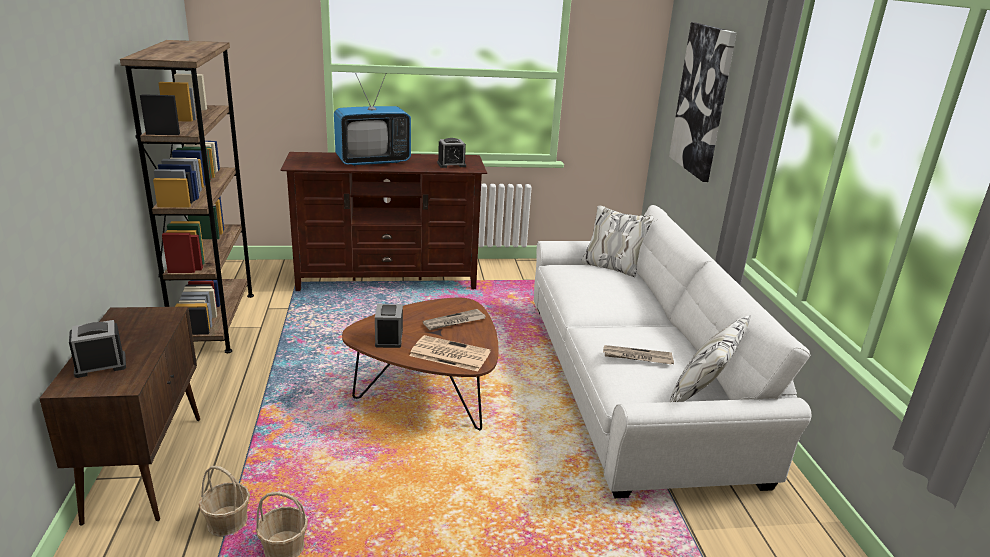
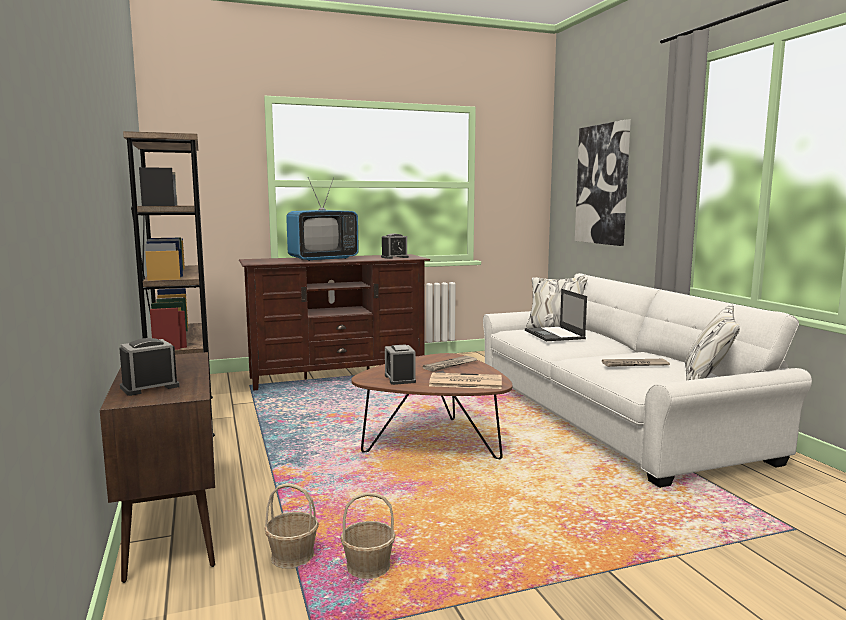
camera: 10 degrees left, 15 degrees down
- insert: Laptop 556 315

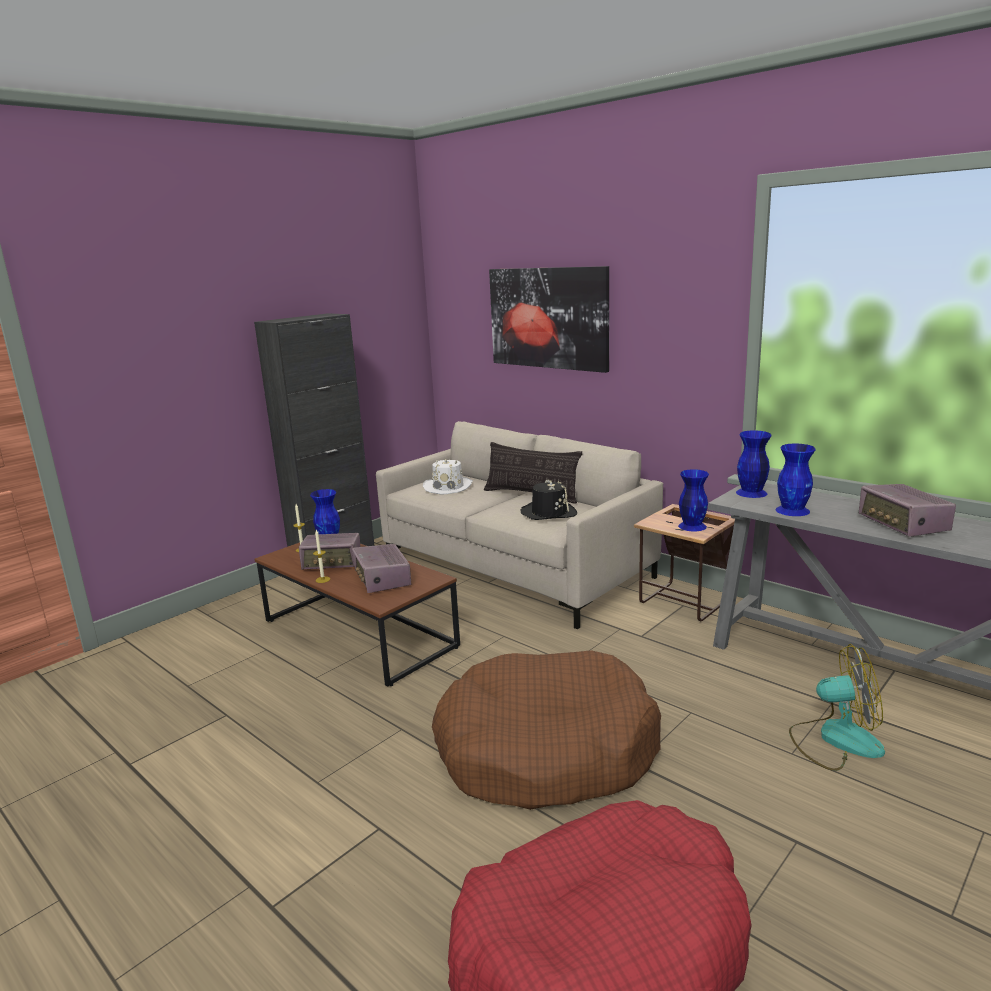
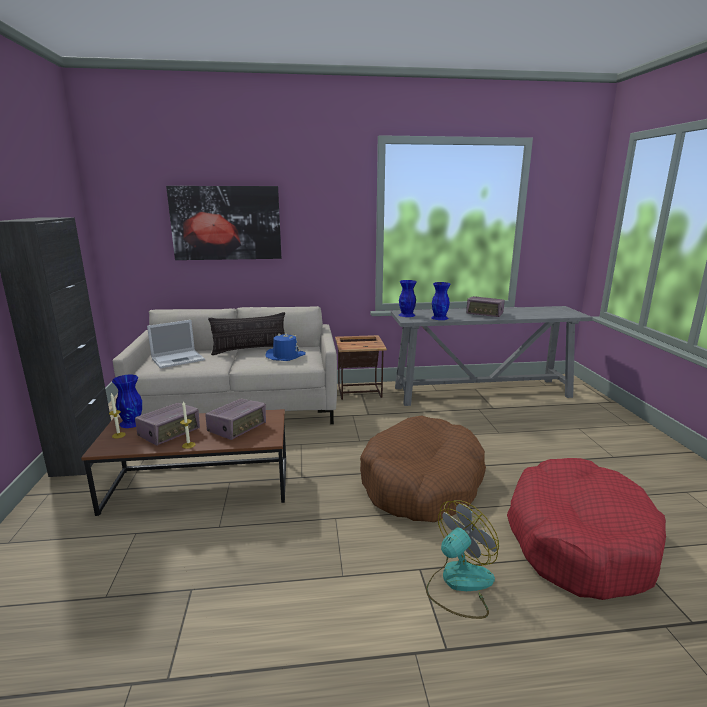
camera: 50 degrees left, 0 degrees up
- replace: Hut/weiß 448 476 to Laptop 176 344
- delete: Vase/blau 693 500
- recolor: Hut/schwarz 548 500 to Hut/blau 285 347
- rotate: Radio 381 568 = 235 419 75 degrees counterclockwise
- move: Ventilator 837 707 to 462 559

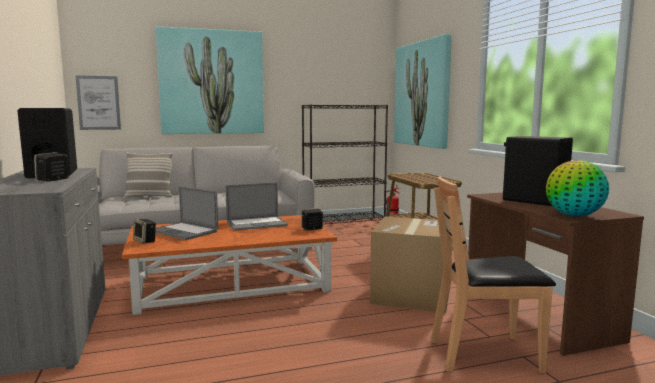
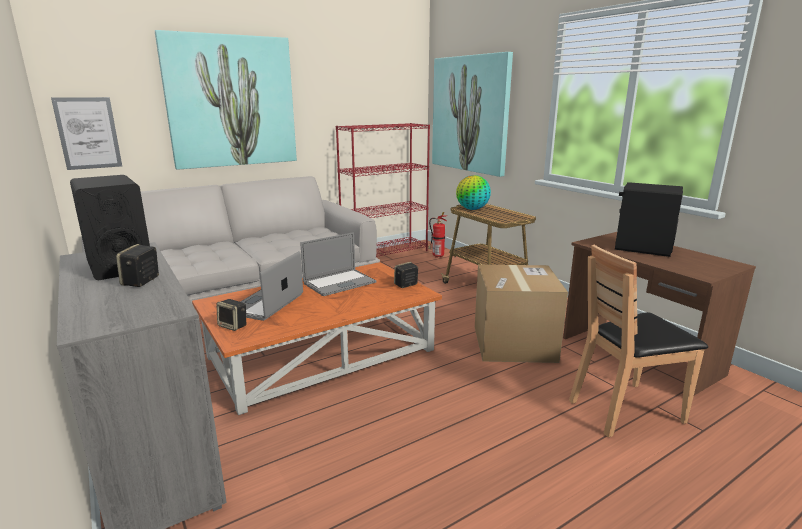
camera: 15 degrees left, 10 degrees up
- recolor: Bücherregal/schwarz 345 164 to Bücherregal/rot 383 190
- delete: Kissen 148 175
- move: Globus 577 188 to 473 192
- rotate: Laptop 186 213 = 272 286 90 degrees clockwise

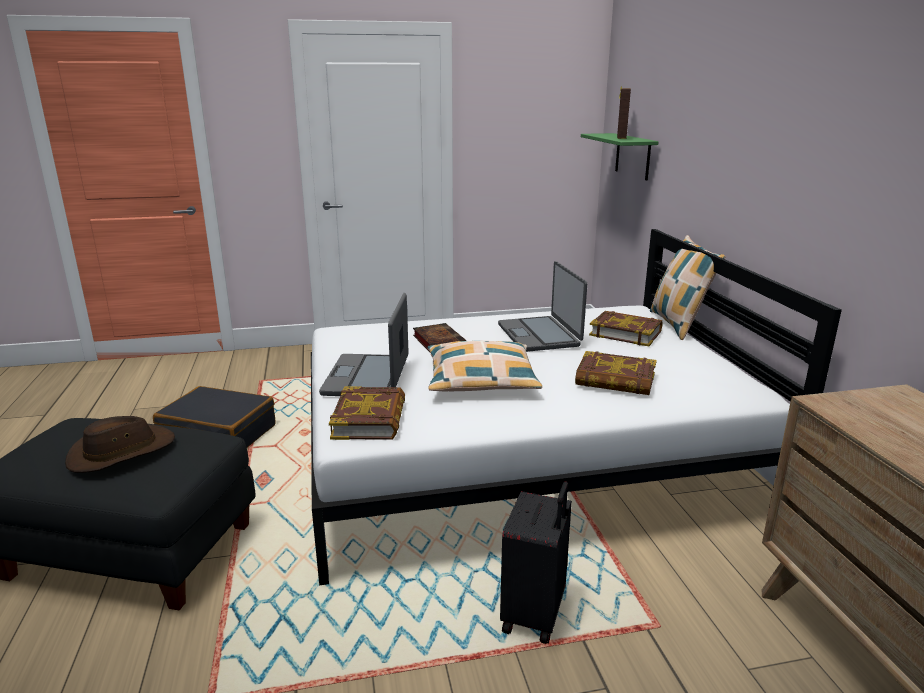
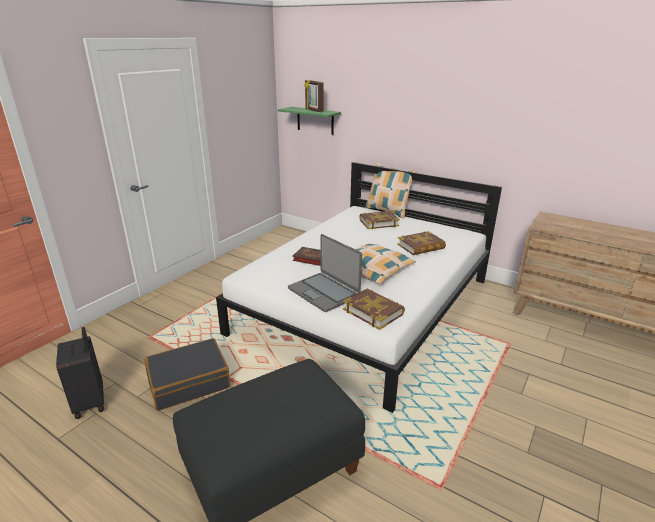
camera: 45 degrees left, 5 degrees up
- delete: Laptop 542 306
- delete: Hut/braun 120 444
- move: Koffer/schwarz 536 563 to 80 373

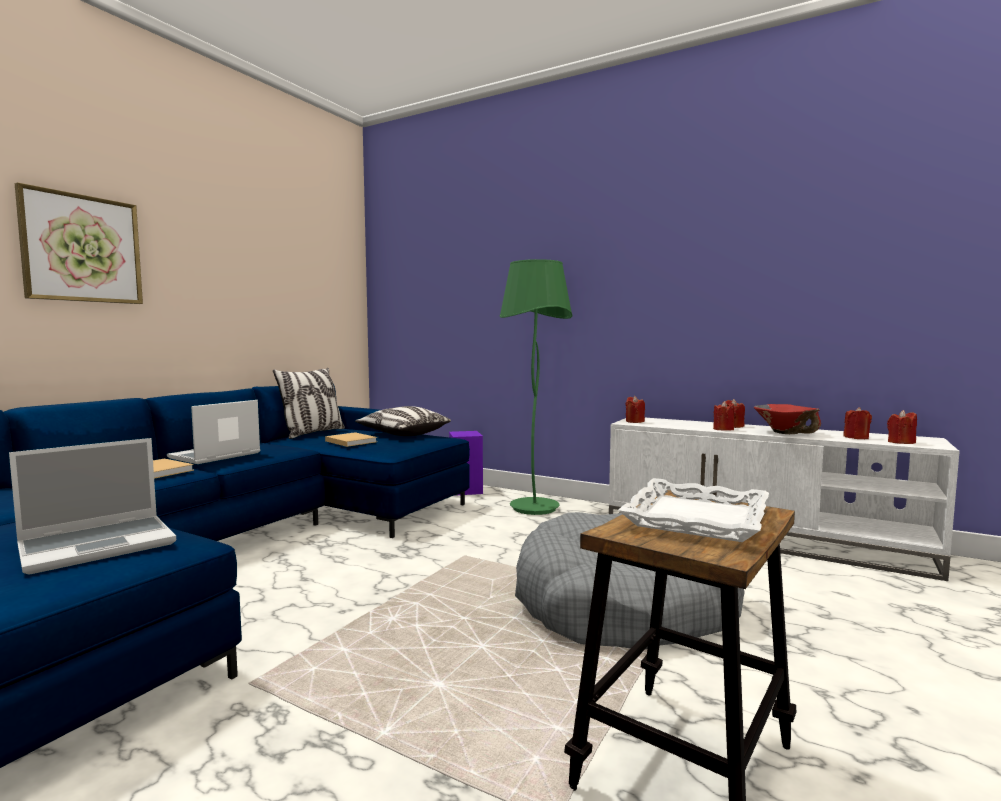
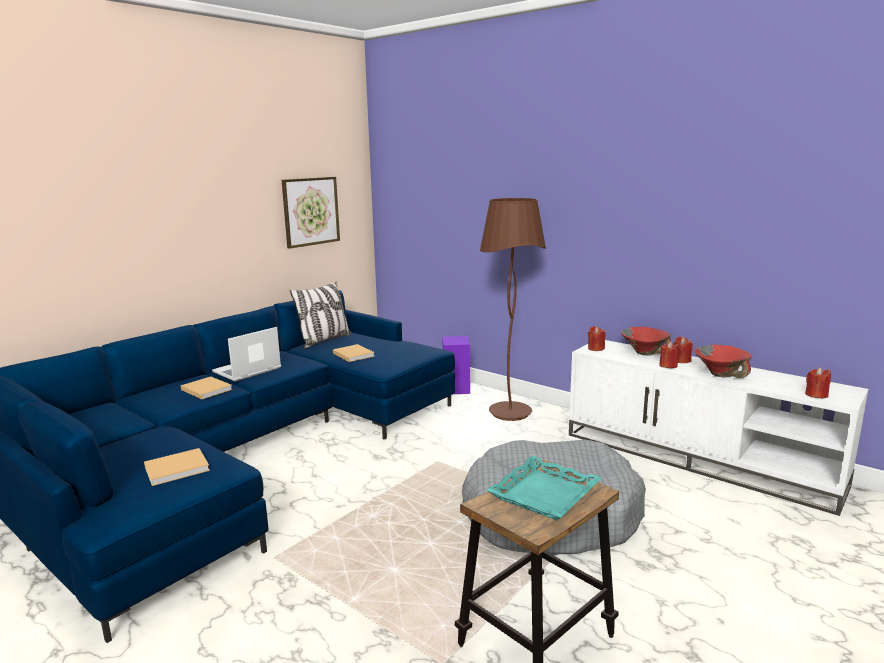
camera: 10 degrees right, 10 degrees up
- move: Bild 79 243 to 311 213
- recolor: Stehlampe/grün 536 387 to Stehlampe/braun 513 309
- delete: Kissen 403 421
- delete: Kerze/rot 857 423
- replace: Laptop 92 506 to Buch/beige 177 467
- recolor: Tablett/weiß 693 510 to Tablett/türkis 544 488
- insert: Schüssel/rot 646 341

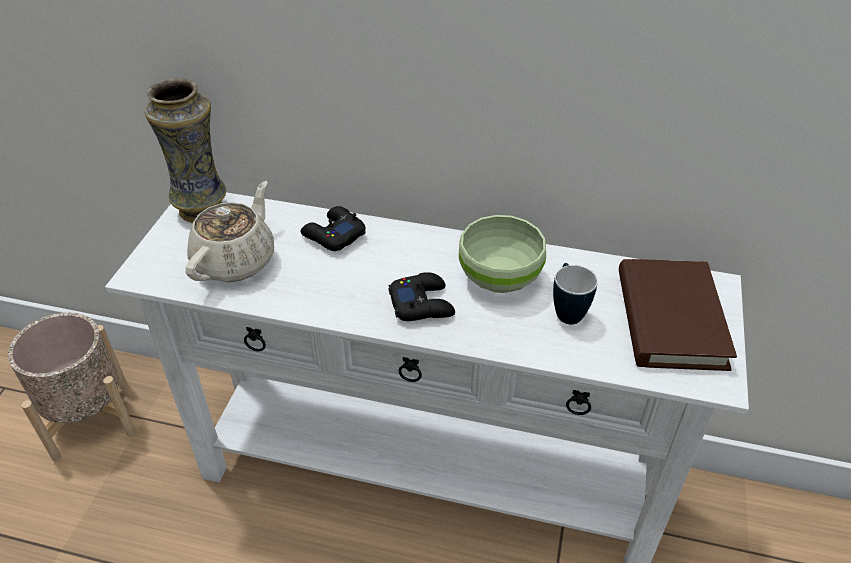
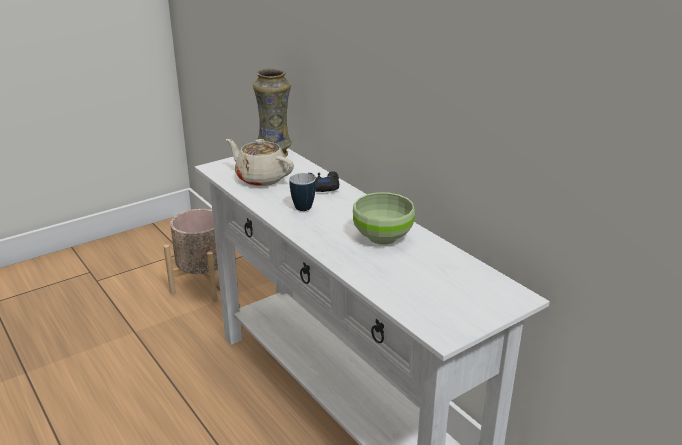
camera: 40 degrees right, 15 degrees down
- rotate: Teekanne/beige 230 231 = 260 162 120 degrees counterclockwise
- delete: Buch/braun 678 315
- move: Henkelbecher 575 294 to 302 192
- delete: Gamepad/schwarz 422 296

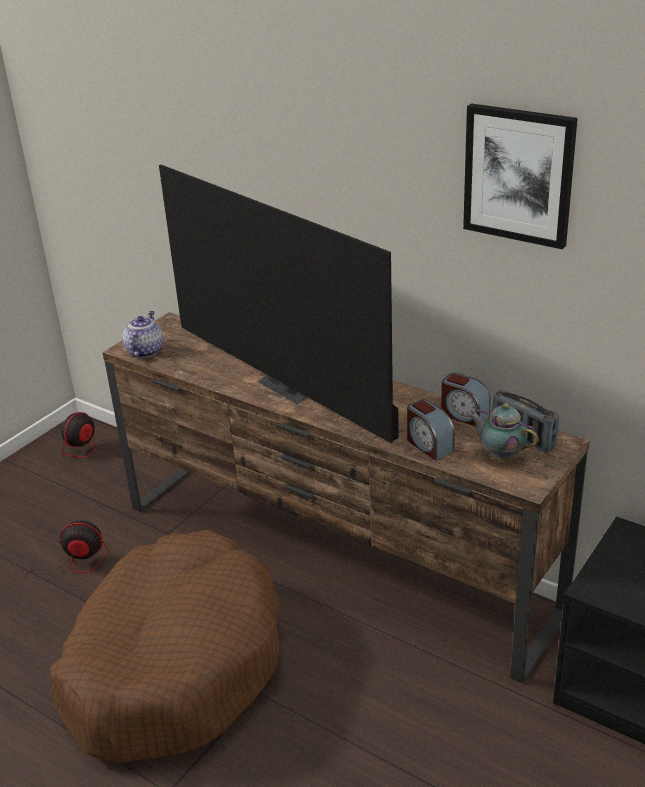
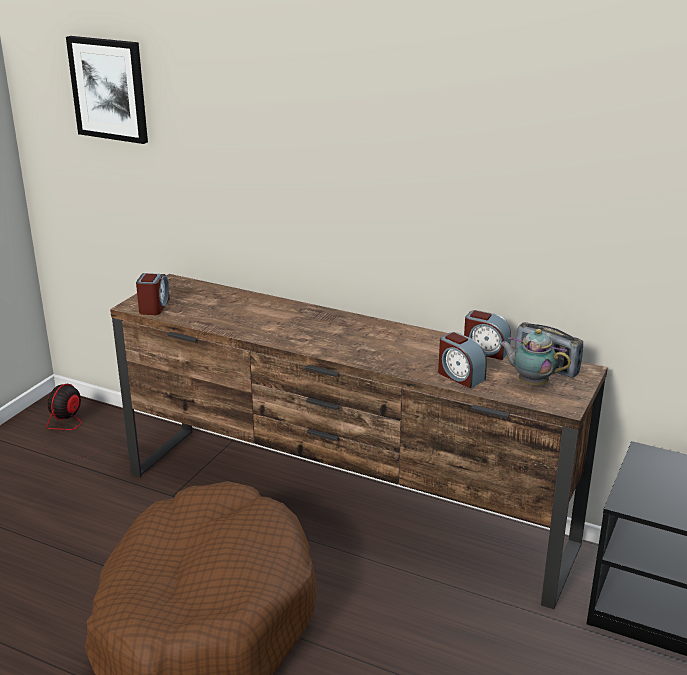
camera: 10 degrees left, 5 degrees down
- move: Bild 520 176 to 107 90
- delete: Fernseher 279 304
- replace: Teekanne 142 334 to Wecker 153 294
- delete: Ventilator 62 577

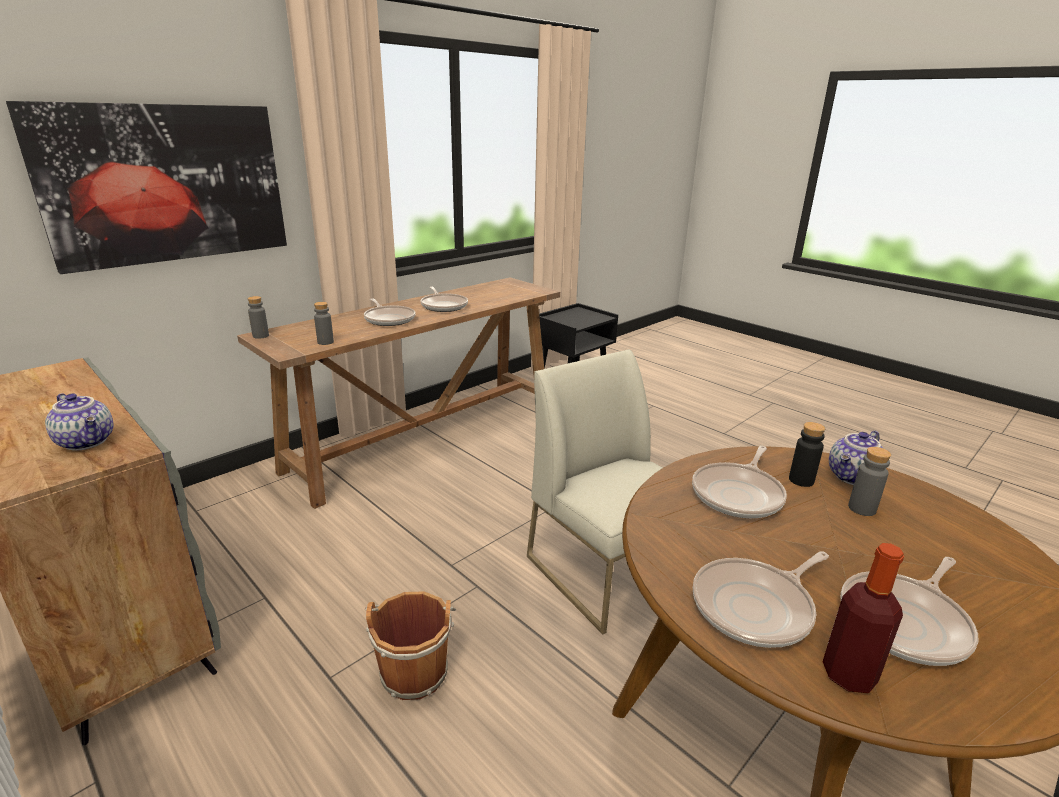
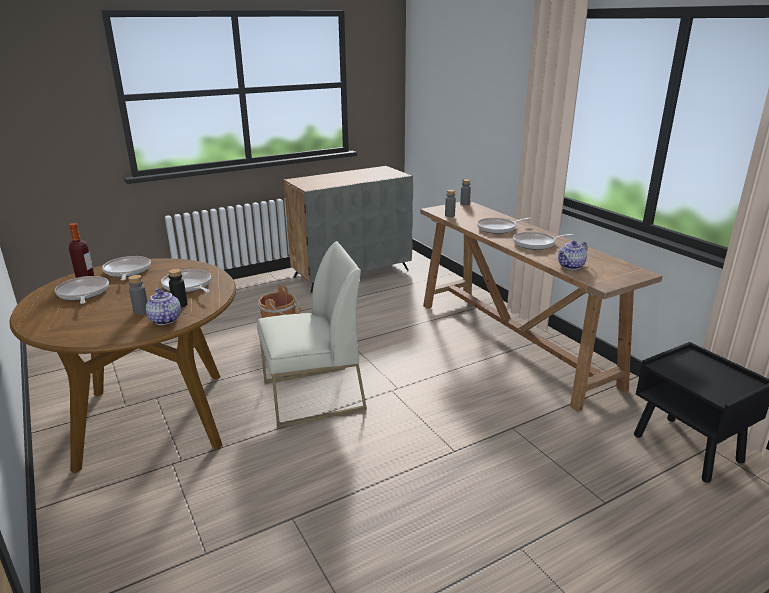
camera: 105 degrees right, 0 degrees up
- delete: Bild 146 187
- move: Teekanne 79 422 to 573 255

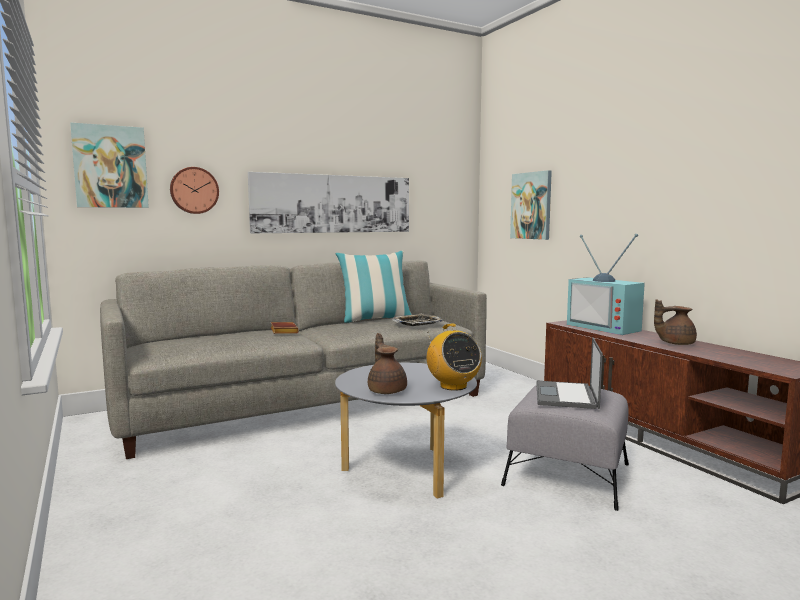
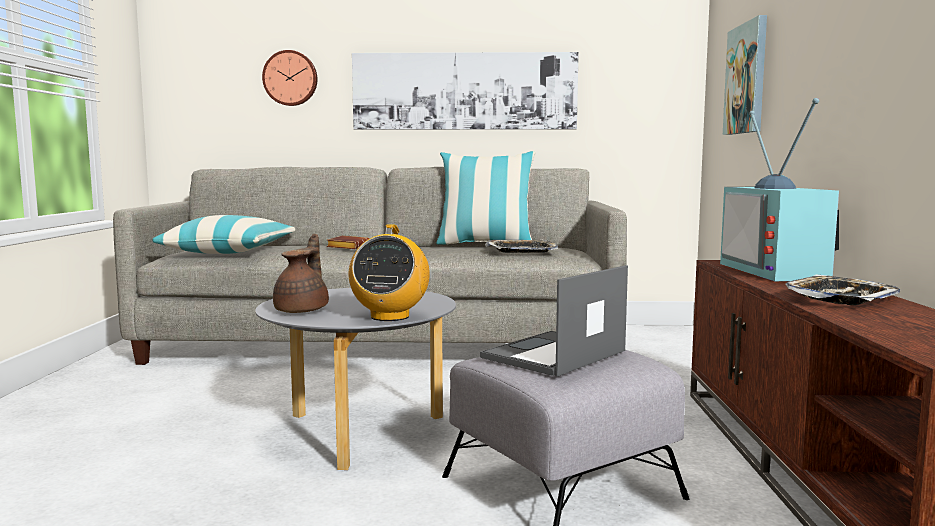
camera: 30 degrees right, 0 degrees up
- delete: Bild 109 165
- replace: Teekanne/braun 675 322 to Tablett 842 290
- insert: Kissen 223 234

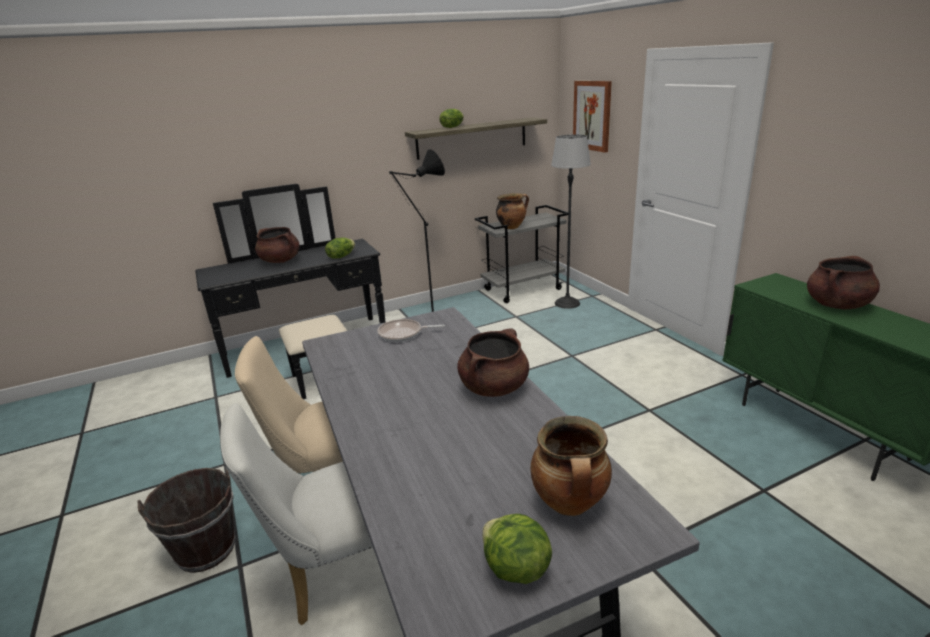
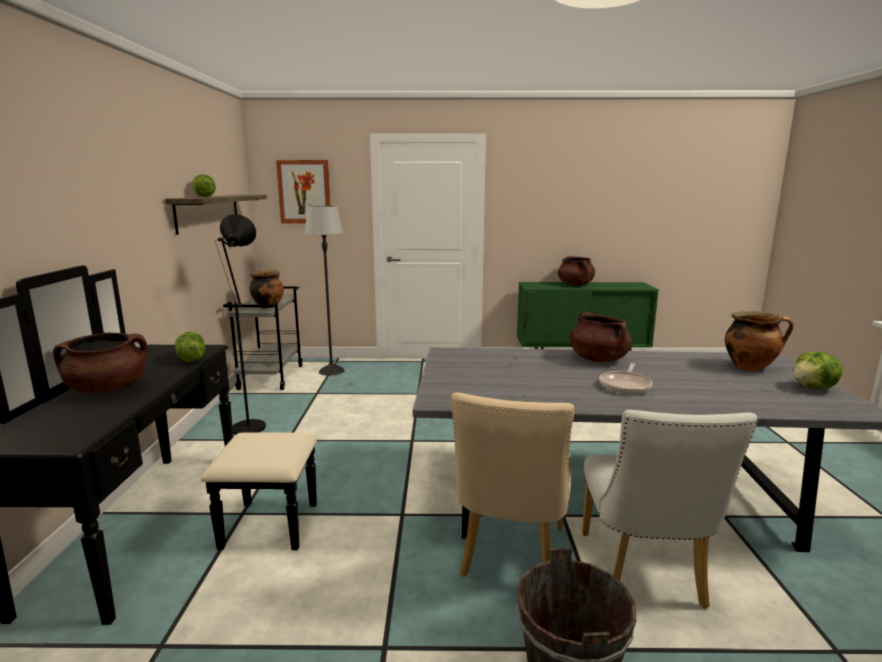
camera: 65 degrees left, 10 degrees down
- move: Pfanne 411 330 to 626 378

